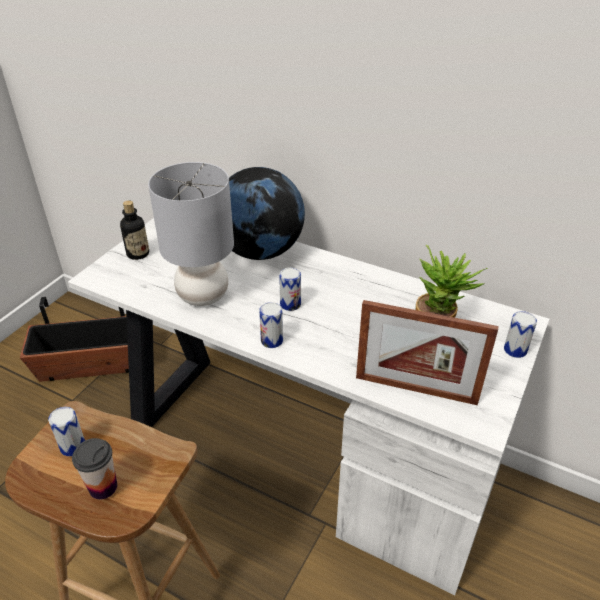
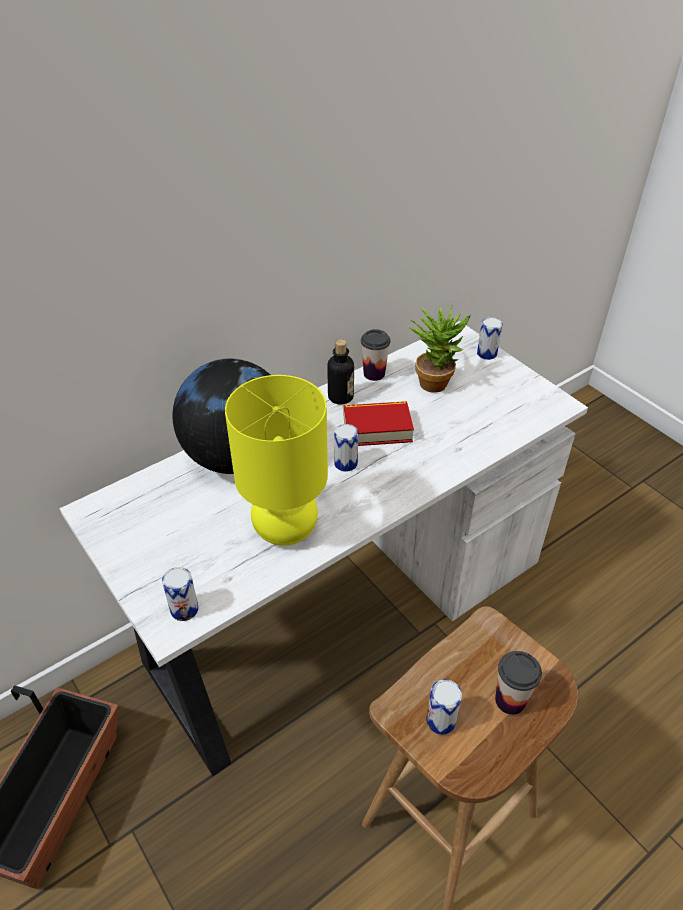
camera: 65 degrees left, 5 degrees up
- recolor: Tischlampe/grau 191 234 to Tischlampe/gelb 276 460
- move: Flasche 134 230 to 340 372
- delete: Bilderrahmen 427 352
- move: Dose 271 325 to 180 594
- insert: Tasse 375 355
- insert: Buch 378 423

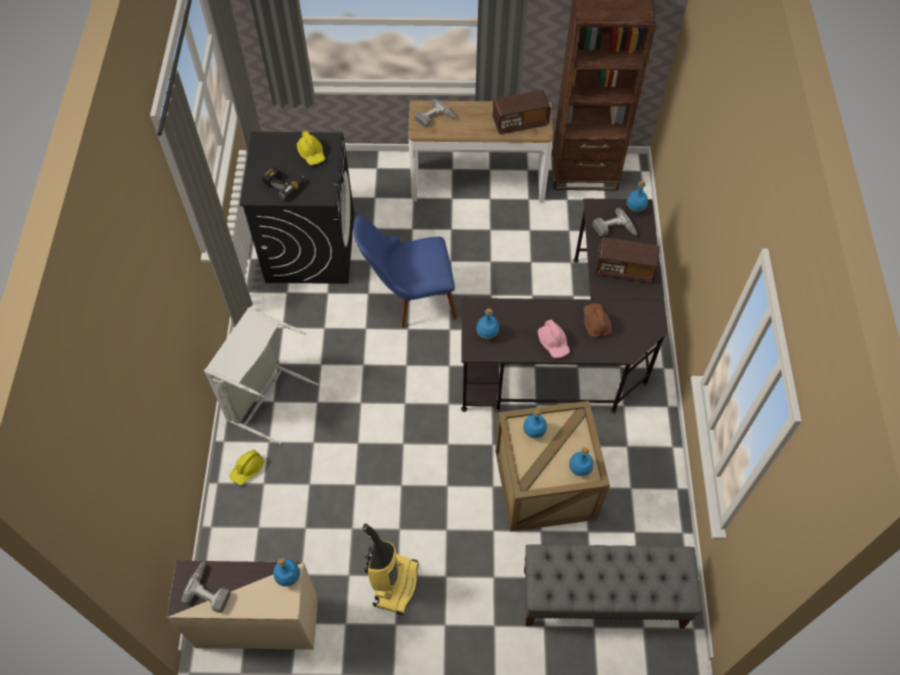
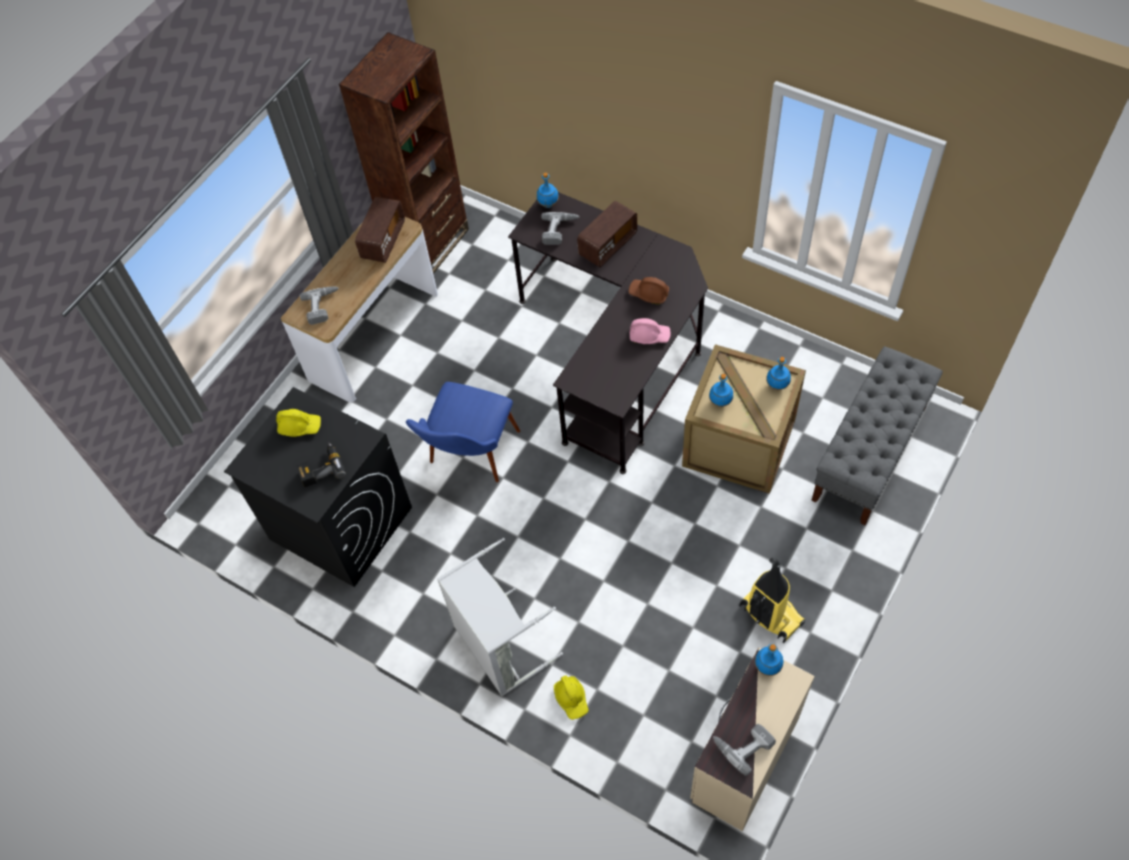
camera: 55 degrees left, 0 degrees up
- delete: Flasche/blau 487 323

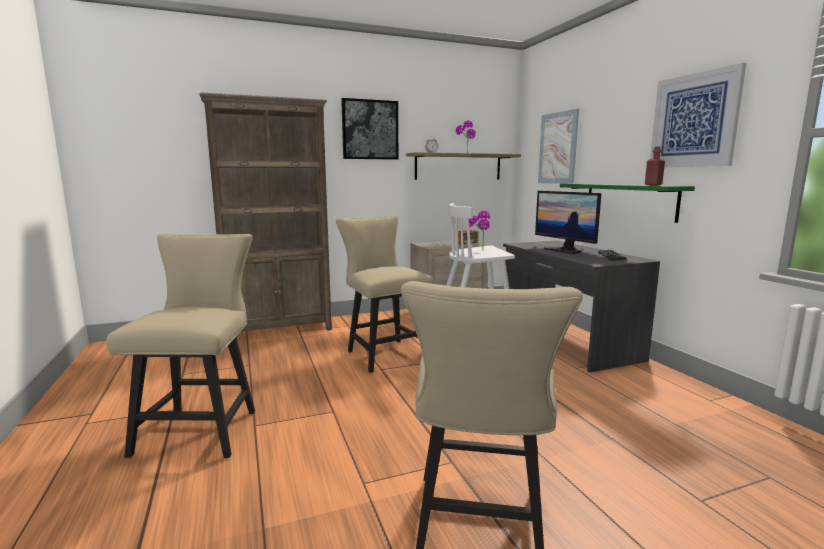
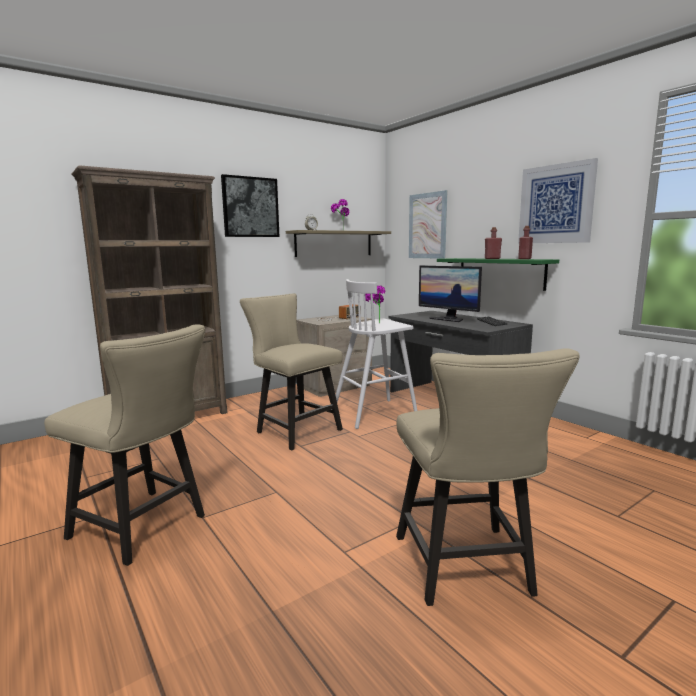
camera: 15 degrees left, 0 degrees up
- rotate: Stuhl/beige 180 346 = 124 445 135 degrees clockwise
- insert: Flasche/rot 493 243

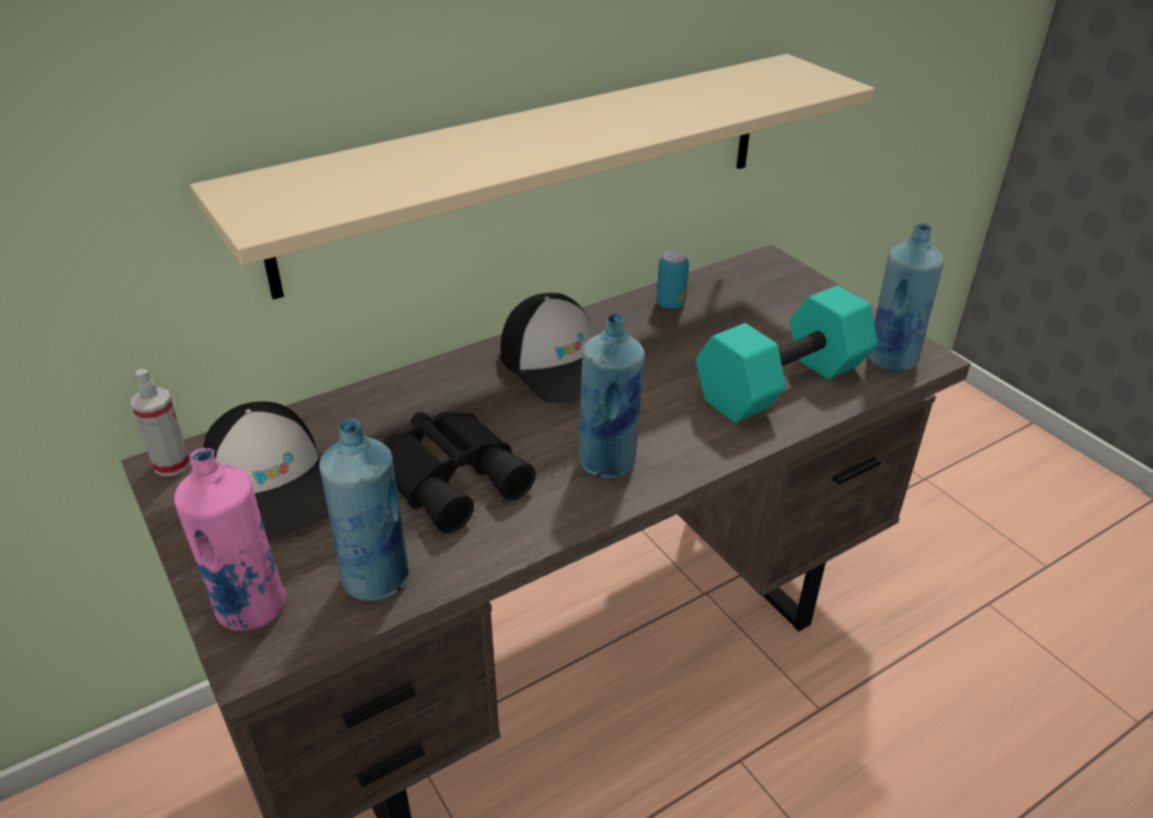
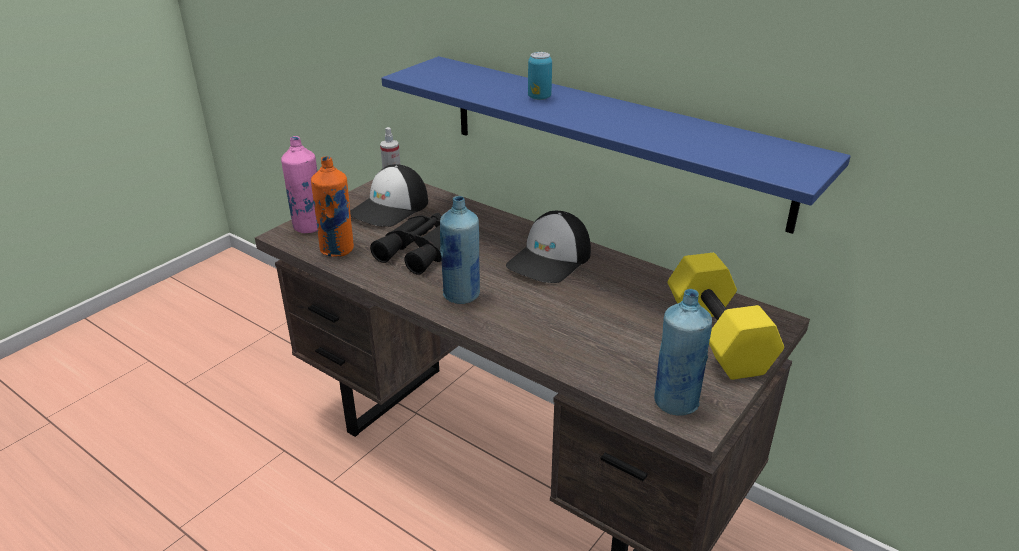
camera: 70 degrees right, 5 degrees down
- recolor: Wandregal/beige 532 177 to Wandregal/blau 616 145
- move: Dose 672 279 to 540 76
- delete: Hantel/türkis 787 354
- recolor: Flasche/blau 364 509 to Flasche/orange 332 206
- insert: Hantel/gelb 725 316

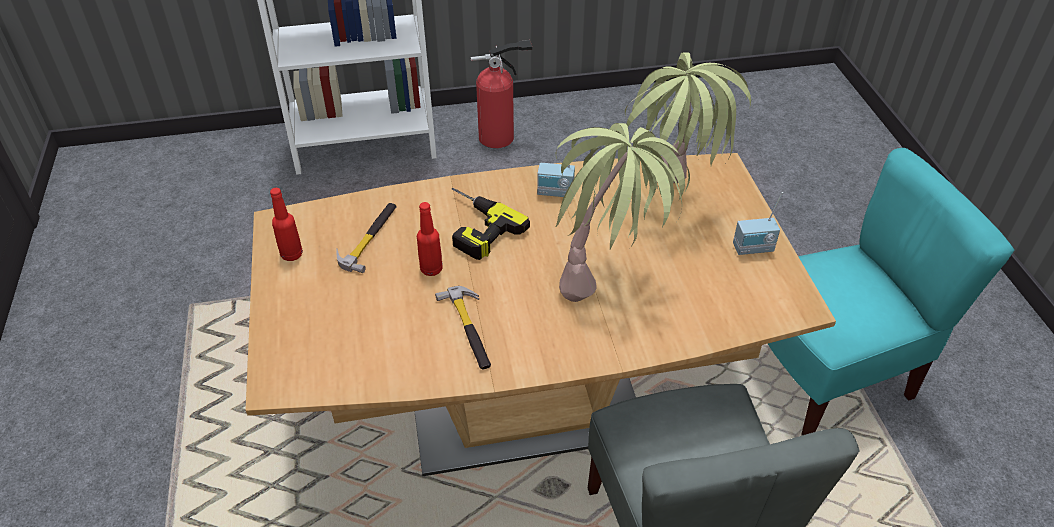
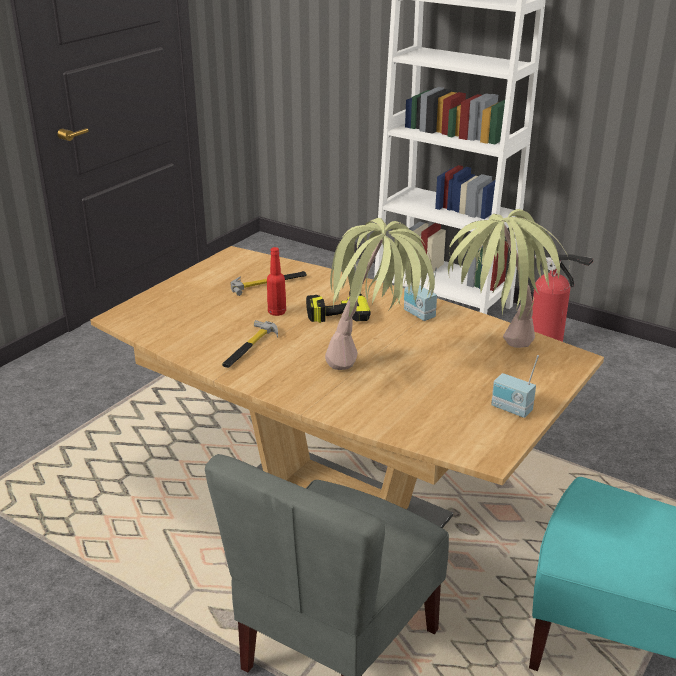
camera: 45 degrees right, 15 degrees down
- delete: Flasche/rot 286 224

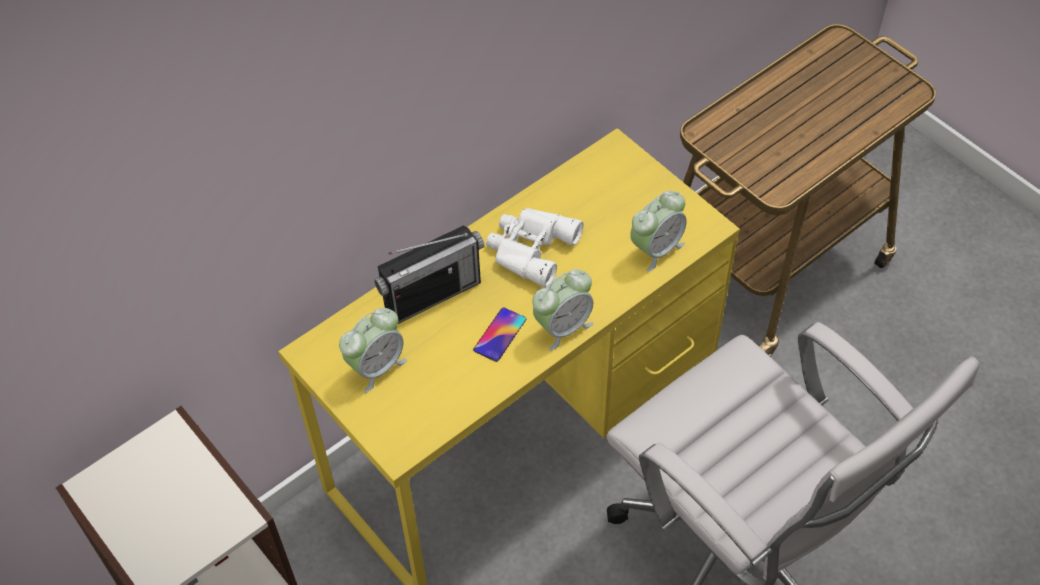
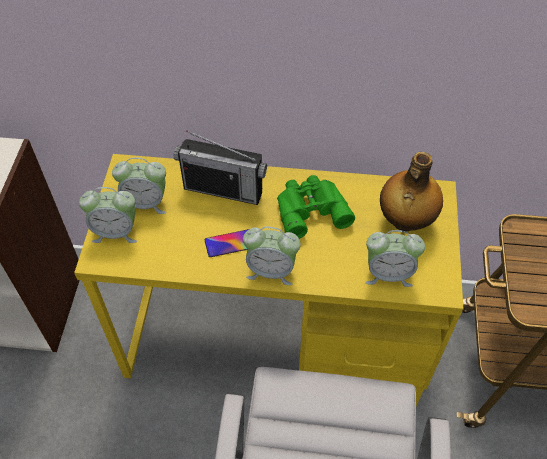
camera: 45 degrees right, 0 degrees up
- recolor: Fernglas/weiß 534 247 to Fernglas/grün 316 207
- insert: Flasche 411 191
- insert: Wecker 108 215

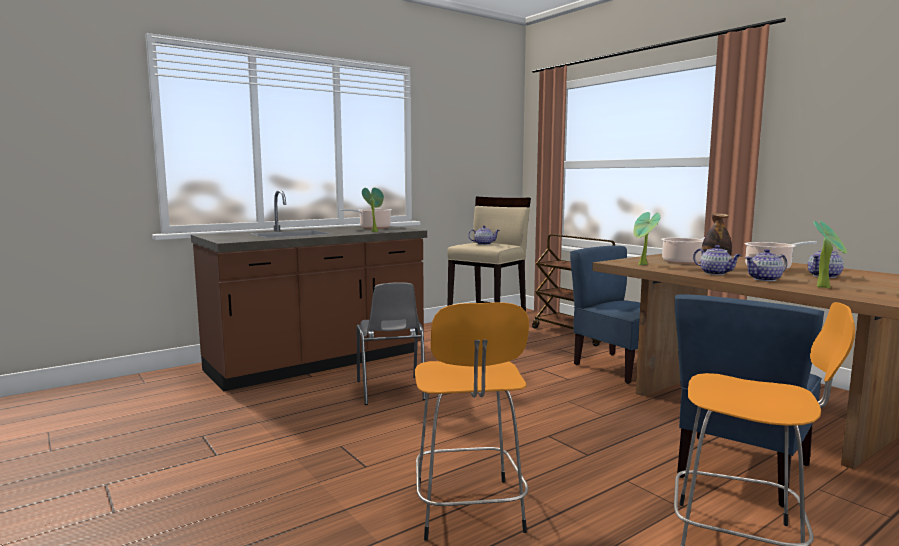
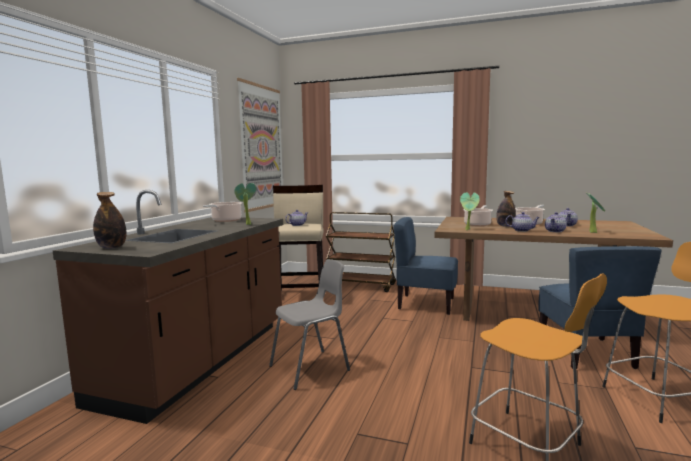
camera: 35 degrees left, 0 degrees up
- rotate: Stuhl/grau 391 343 = 309 324 75 degrees counterclockwise
- insert: Bild 260 145
- insert: Flasche 109 220

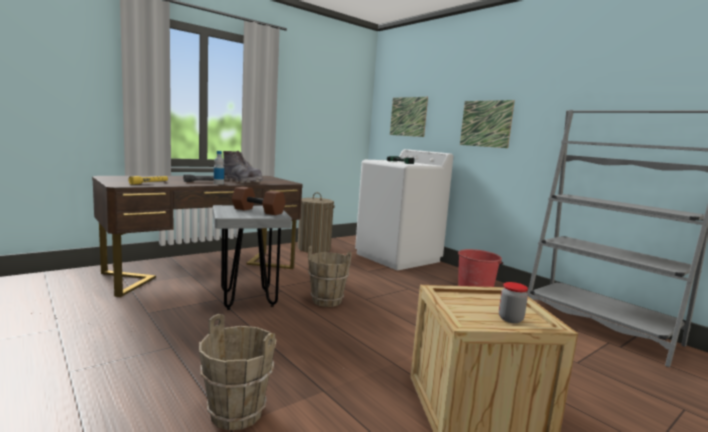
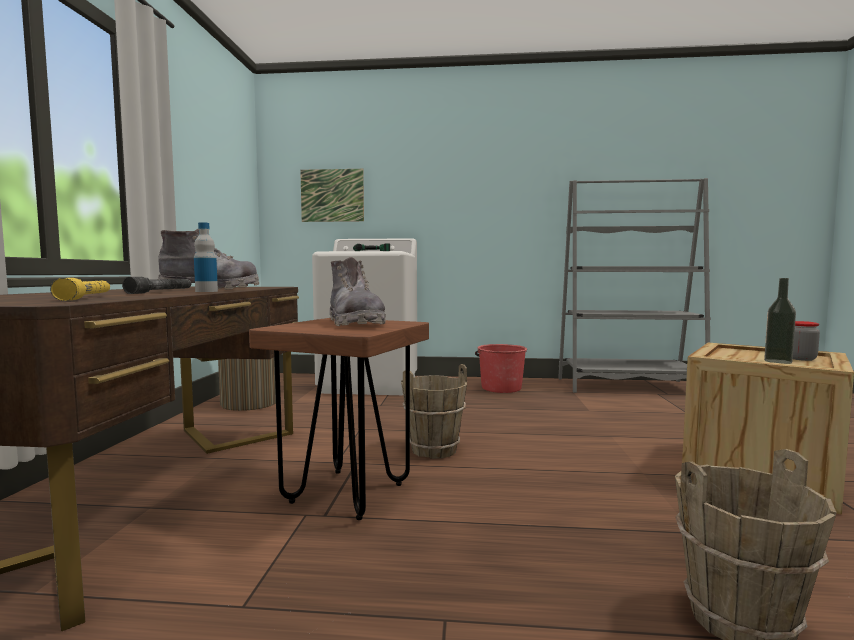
camera: 45 degrees left, 5 degrees down
- delete: Bild 487 124
- replace: Hantel/braun 259 201 to Stiefel/grau 358 291
- recolor: Hocker/grau 252 257 to Hocker/braun 339 419
- insert: Flasche 780 321

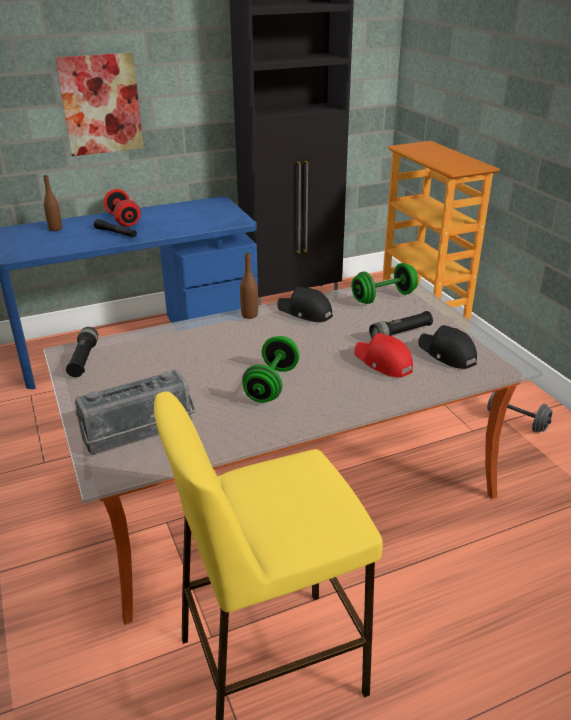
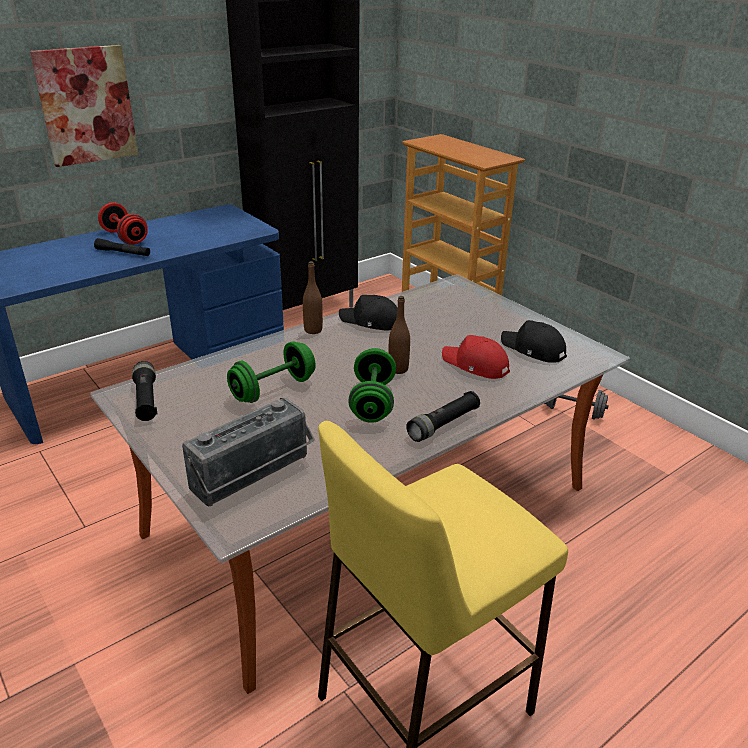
camera: 15 degrees left, 0 degrees up
- move: Flasche/braun 52 203 to 399 335
- move: Hantel/grün 385 283 to 271 372
- move: Taschenlampe/schwarz 401 324 to 443 416

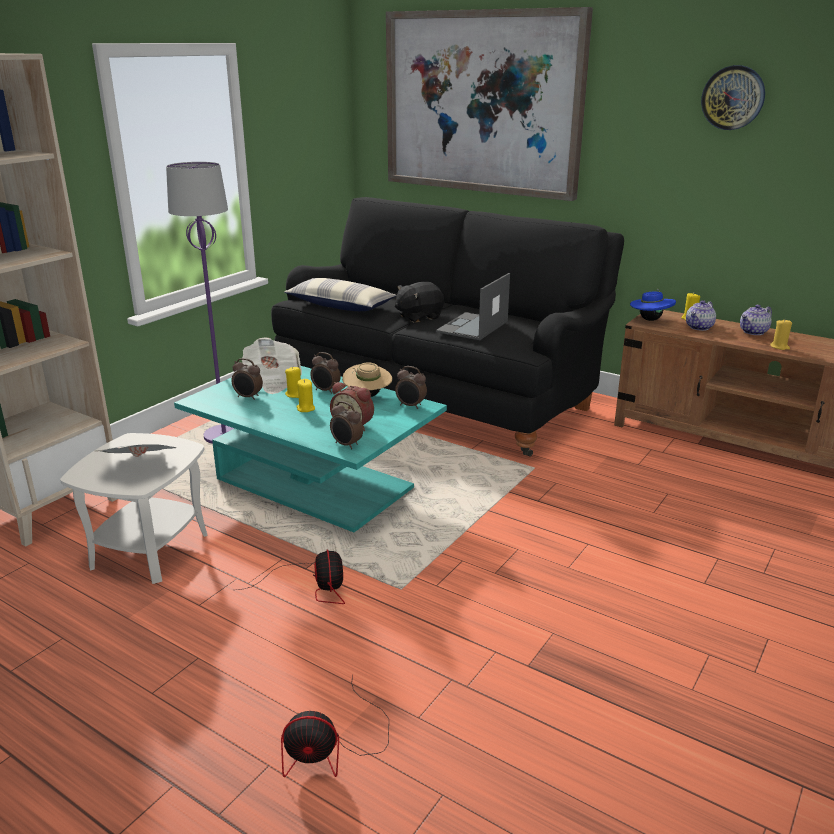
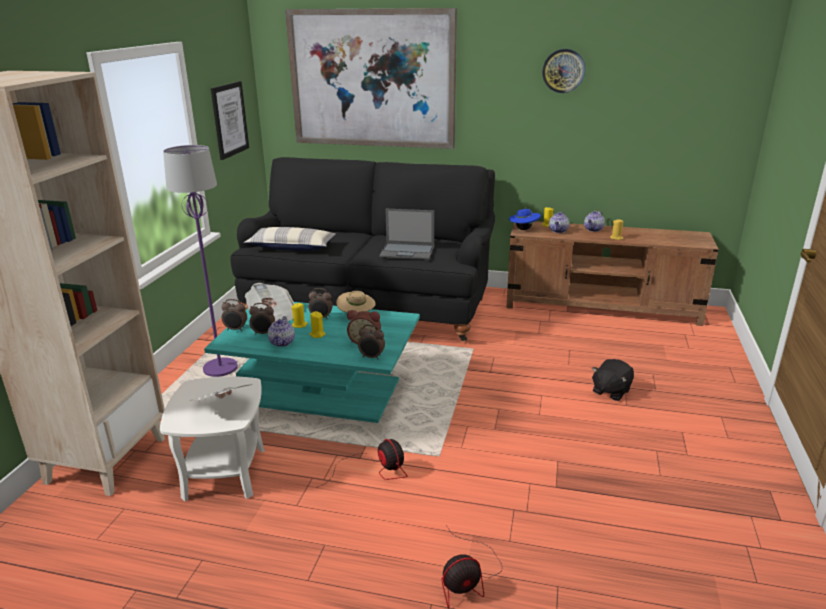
camera: 20 degrees left, 0 degrees up
- rotate: Laptop 473 306 = 406 234 90 degrees counterclockwise
- move: Plüschtier/schwarz 419 302 to 613 380
- move: Wecker 411 387 to 234 315
- insert: Bild 230 120
- insert: Teekanne 281 331

